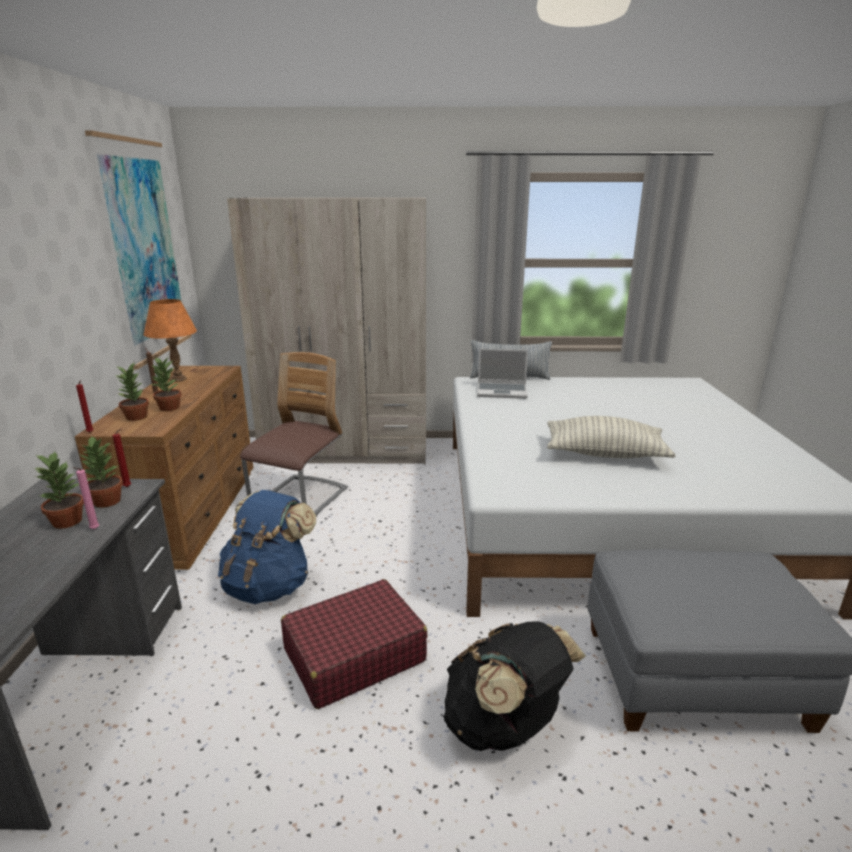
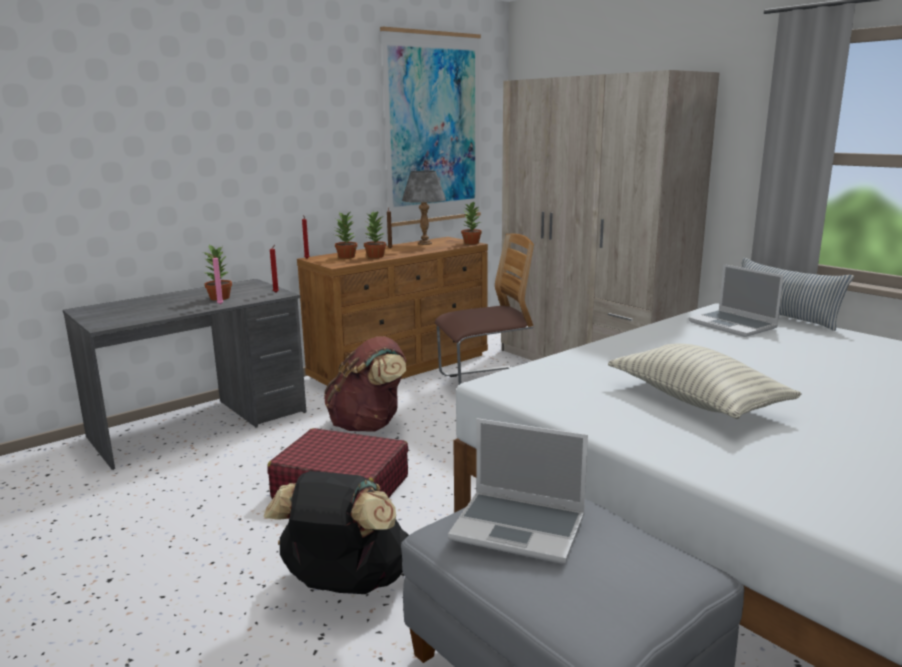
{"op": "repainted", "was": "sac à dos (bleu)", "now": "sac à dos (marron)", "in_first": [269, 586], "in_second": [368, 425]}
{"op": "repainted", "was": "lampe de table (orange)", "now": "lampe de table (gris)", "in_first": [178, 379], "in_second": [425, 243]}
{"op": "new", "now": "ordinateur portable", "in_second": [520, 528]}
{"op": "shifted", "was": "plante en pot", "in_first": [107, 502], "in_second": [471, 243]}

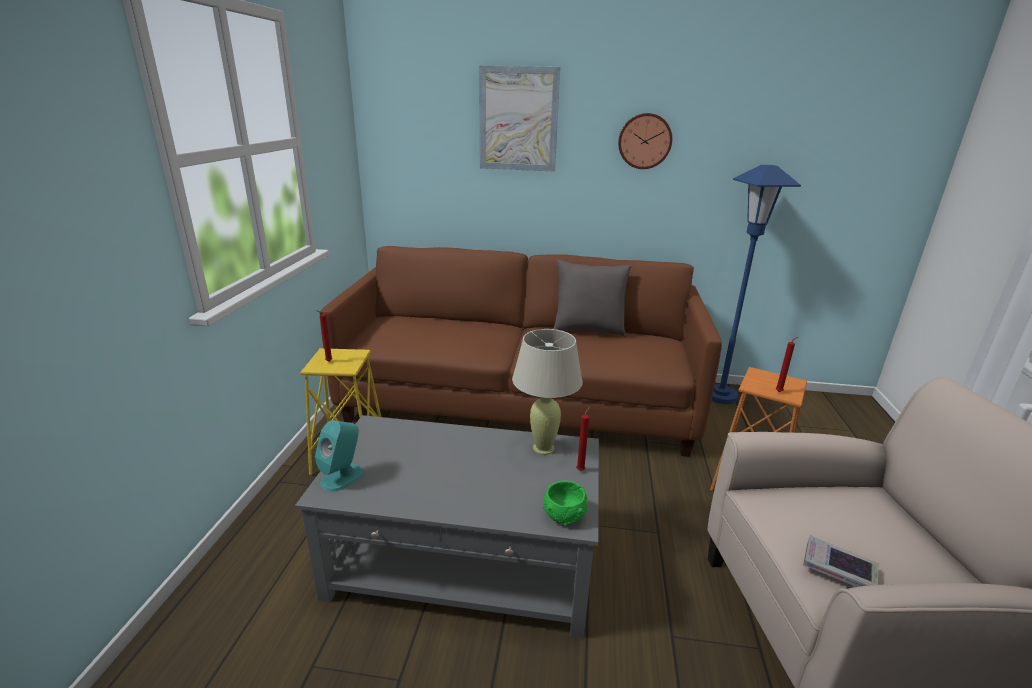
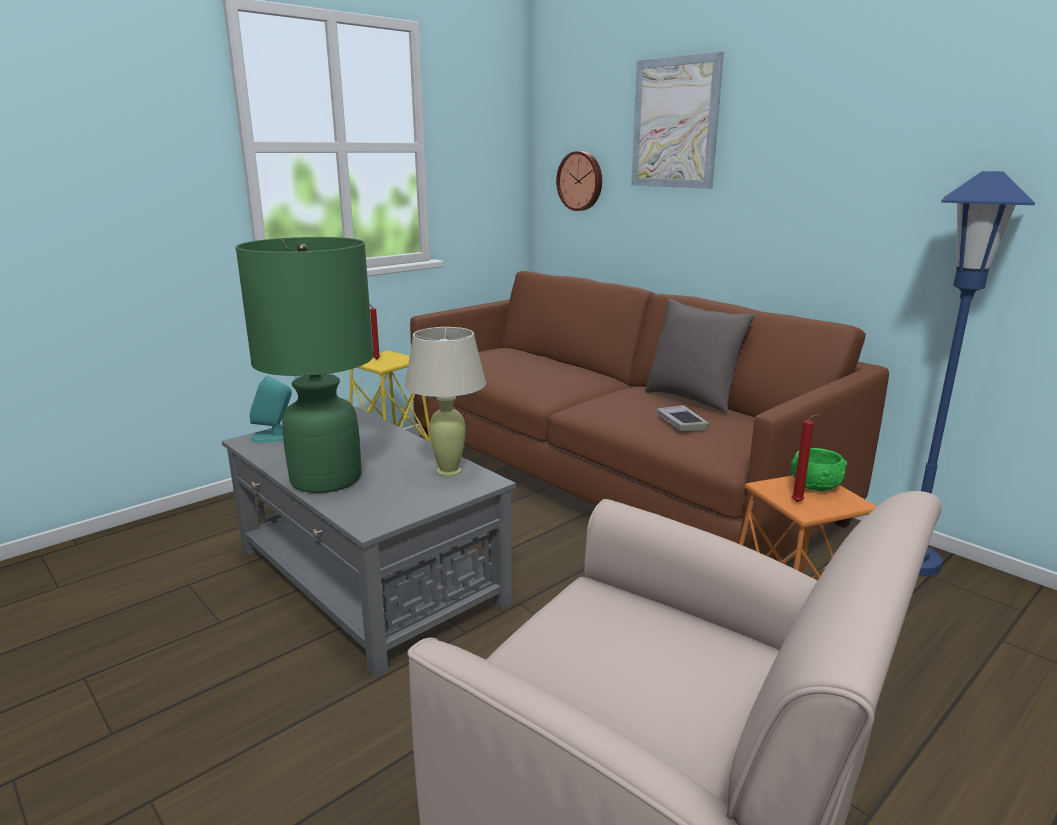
{"op": "new", "now": "lampe de table (vert)", "in_second": [326, 479]}
{"op": "shifted", "was": "horloge murale", "in_first": [644, 141], "in_second": [581, 181]}
{"op": "shifted", "was": "livre", "in_first": [838, 569], "in_second": [681, 423]}
{"op": "shifted", "was": "bol (vert)", "in_first": [564, 515], "in_second": [815, 485]}
{"op": "gone", "was": "bougie (rouge)", "in_first": [581, 470]}

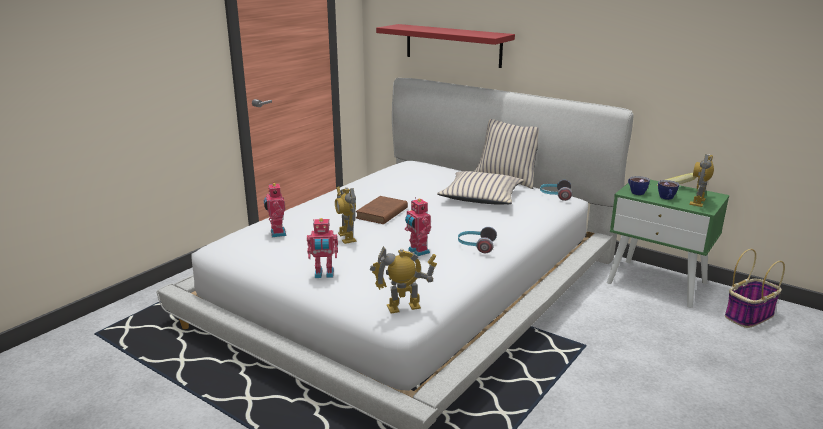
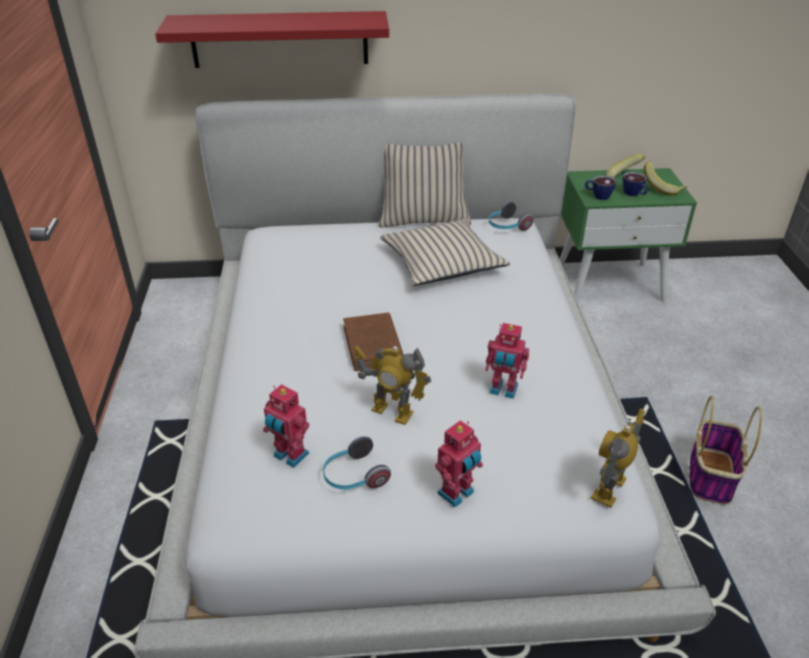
{"op": "shifted", "was": "casque audio", "in_first": [476, 246], "in_second": [354, 476]}
{"op": "swapped", "was": "robot jouet", "now": "banane", "in_first": [698, 202], "in_second": [662, 188]}
{"op": "shifted", "was": "panier", "in_first": [749, 315], "in_second": [710, 475]}

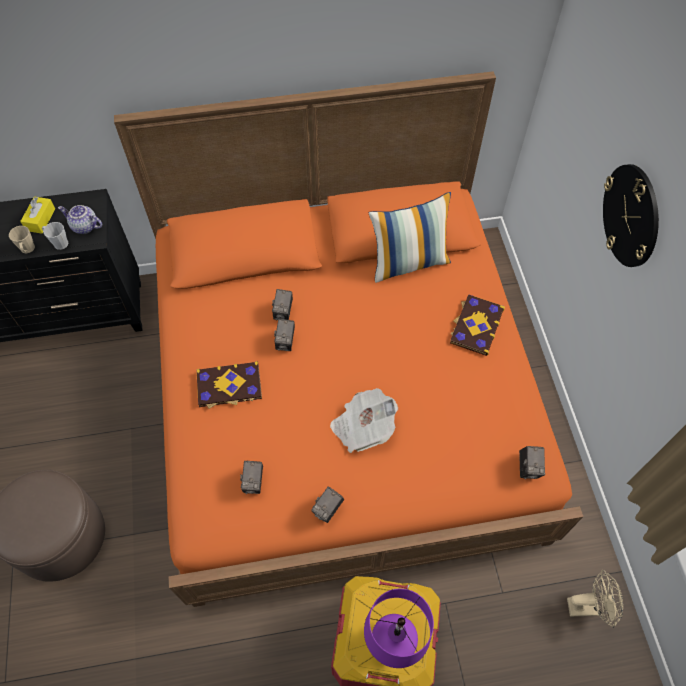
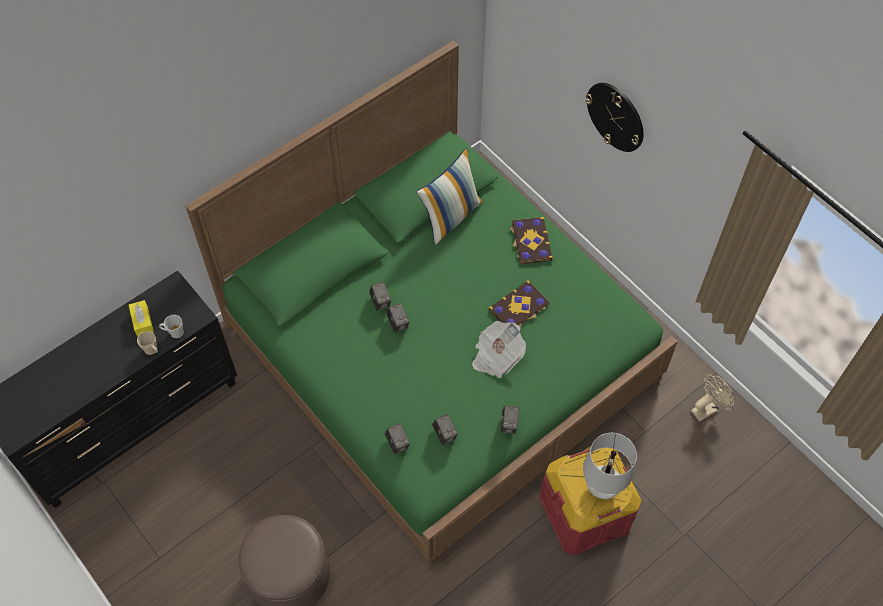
{"op": "repainted", "was": "lit (orange)", "now": "lit (vert)", "in_first": [342, 394], "in_second": [440, 350]}
{"op": "shifted", "was": "appareil photo", "in_first": [528, 467], "in_second": [397, 443]}
{"op": "shifted", "was": "livre", "in_first": [229, 386], "in_second": [519, 308]}
{"op": "repainted", "was": "lampe de table (violet)", "now": "lampe de table (blanc)", "in_first": [393, 640], "in_second": [602, 487]}
{"op": "gone", "was": "théière", "in_first": [84, 227]}

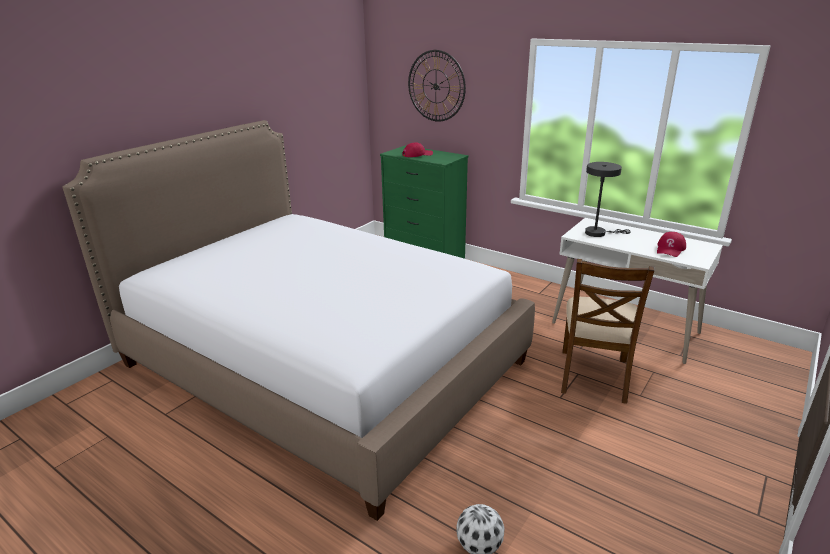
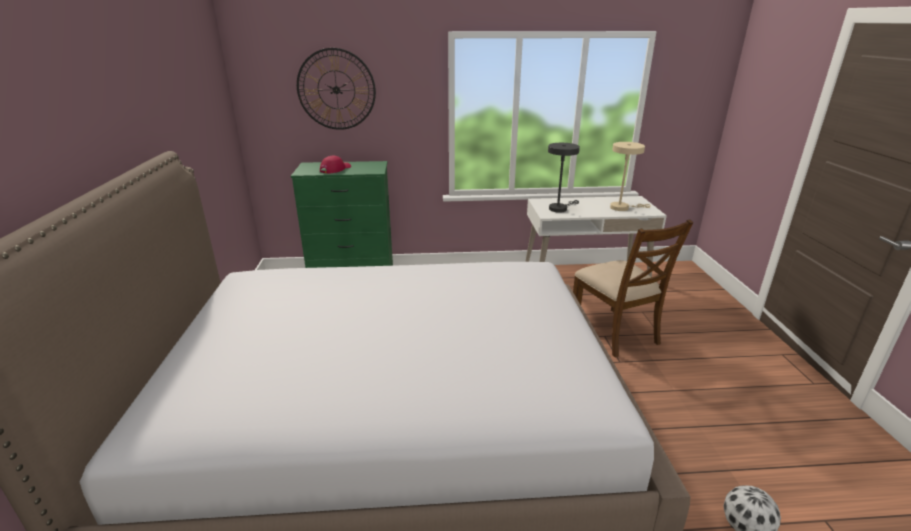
{"op": "swapped", "was": "casquette (rouge)", "now": "lampe de table (beige)", "in_first": [670, 249], "in_second": [622, 207]}

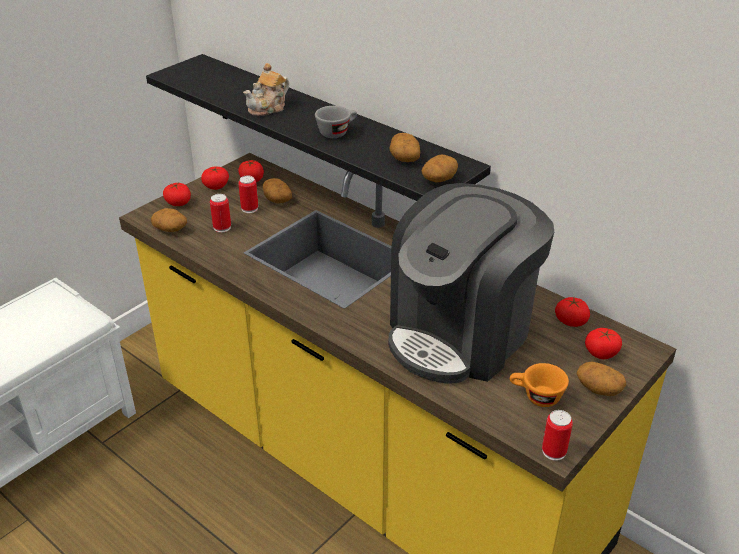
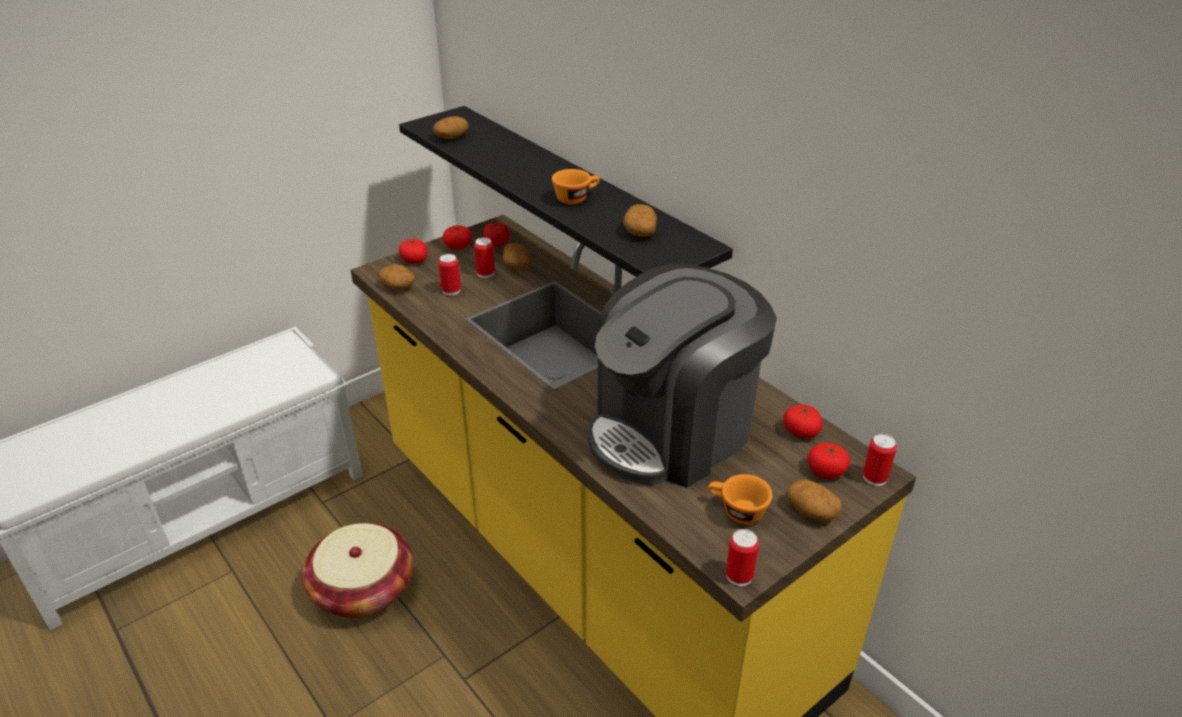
{"op": "new", "now": "panier", "in_second": [363, 589]}
{"op": "shifted", "was": "pomme de terre", "in_first": [439, 179], "in_second": [452, 137]}
{"op": "repainted", "was": "tasse (gris)", "now": "tasse (orange)", "in_first": [337, 132], "in_second": [576, 198]}
{"op": "new", "now": "boîte métallique", "in_second": [875, 477]}
{"op": "gone", "was": "théière", "in_first": [268, 108]}

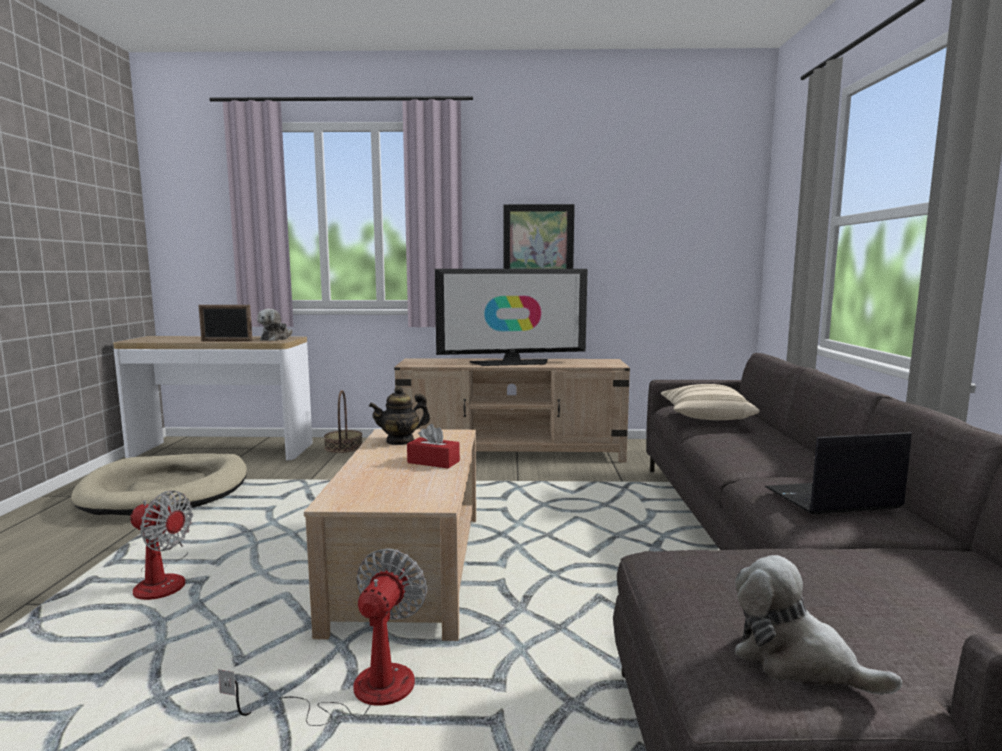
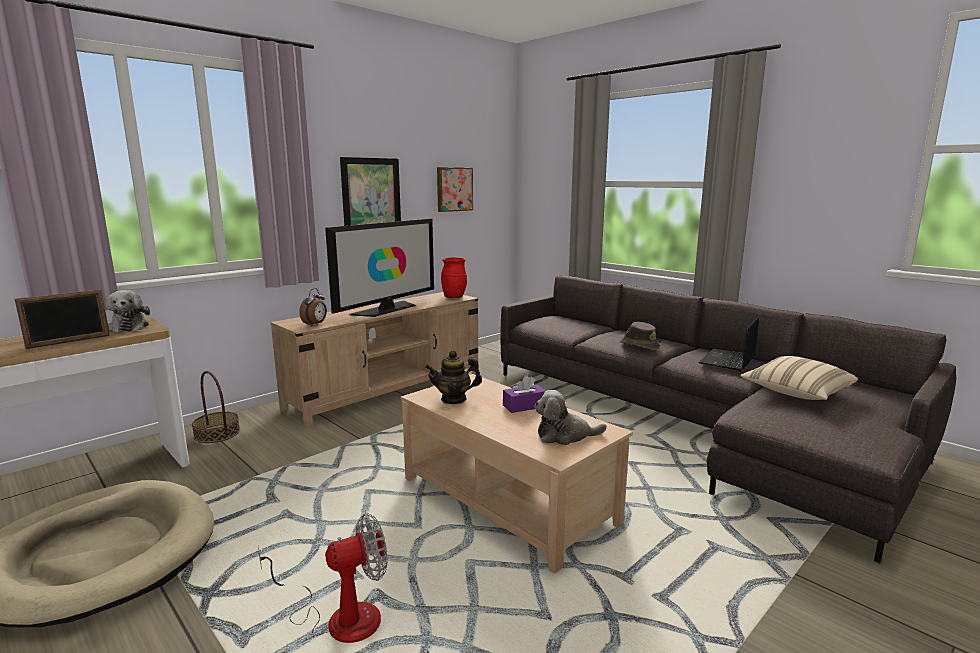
{"op": "new", "now": "réveil", "in_second": [315, 324]}
{"op": "rotated", "was": "théière", "in_first": [400, 441], "in_second": [454, 399], "clockwise": 60}
{"op": "new", "now": "tableau", "in_second": [453, 189]}
{"op": "new", "now": "vase (rouge)", "in_second": [454, 297]}
{"op": "repainted", "was": "boîte à mouchoirs (rouge)", "now": "boîte à mouchoirs (violet)", "in_first": [433, 462], "in_second": [524, 406]}
{"op": "shifted", "was": "peluche", "in_first": [797, 661], "in_second": [565, 435]}
{"op": "new", "now": "chapeau (marron)", "in_second": [639, 345]}
{"op": "shifted", "was": "coussin (beige)", "in_first": [705, 418], "in_second": [796, 393]}
{"op": "gone", "was": "ventilateur", "in_first": [360, 693]}

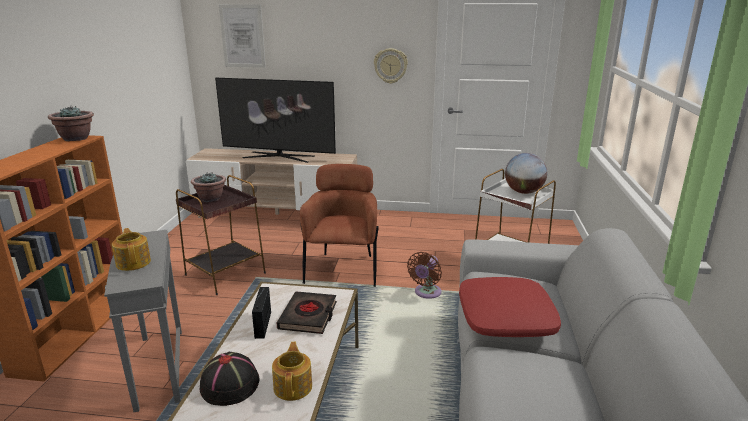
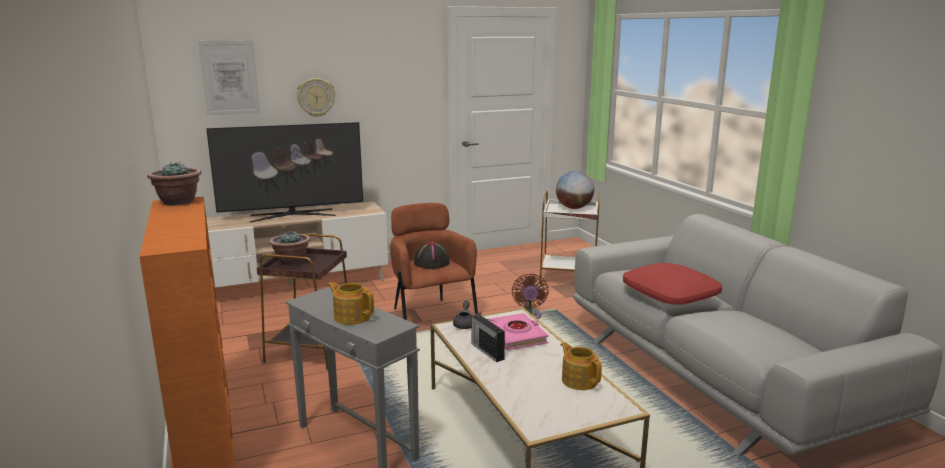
{"op": "shifted", "was": "horloge murale", "in_first": [390, 66], "in_second": [316, 97]}
{"op": "shifted", "was": "chapeau (noir)", "in_first": [230, 384], "in_second": [431, 262]}
{"op": "new", "now": "théière (gris)", "in_second": [465, 324]}
{"op": "repainted", "was": "livre (noir)", "now": "livre (rose)", "in_first": [308, 316], "in_second": [516, 336]}

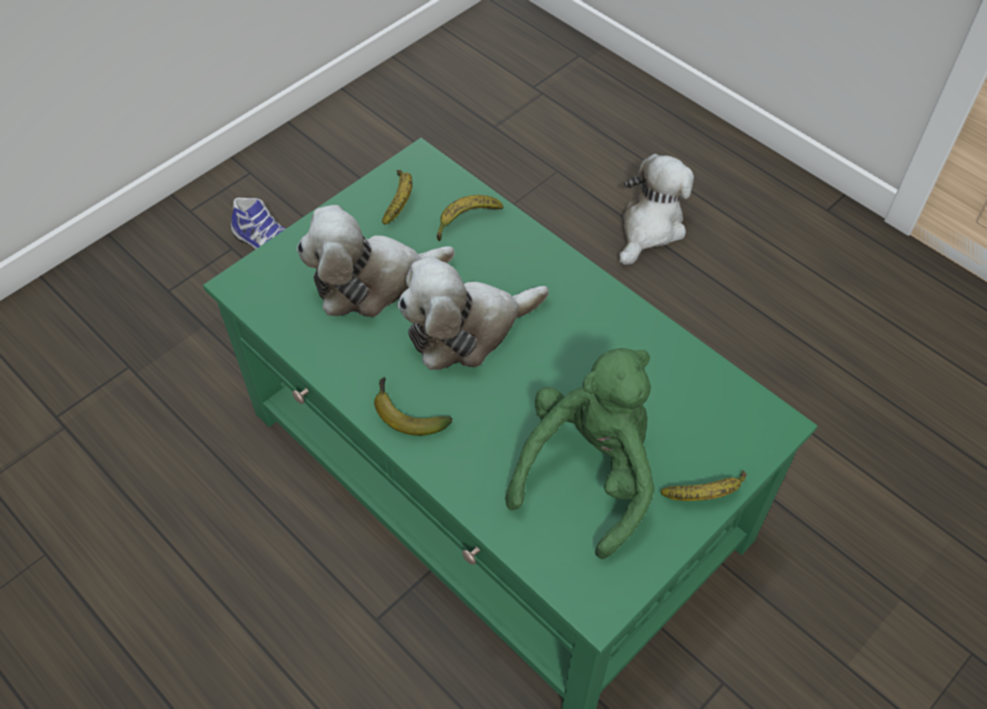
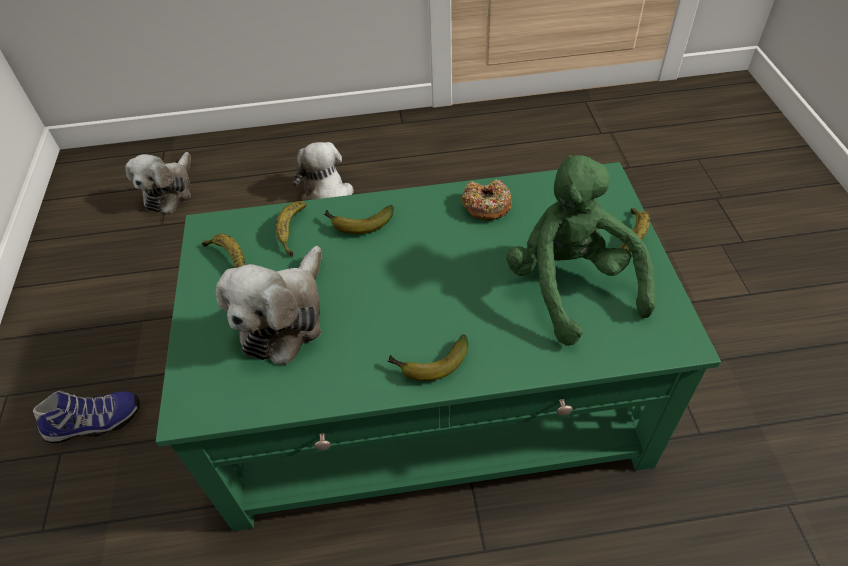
{"op": "shifted", "was": "peluche", "in_first": [467, 329], "in_second": [169, 191]}
{"op": "new", "now": "banane", "in_second": [358, 224]}
{"op": "new", "now": "beignet", "in_second": [486, 206]}

